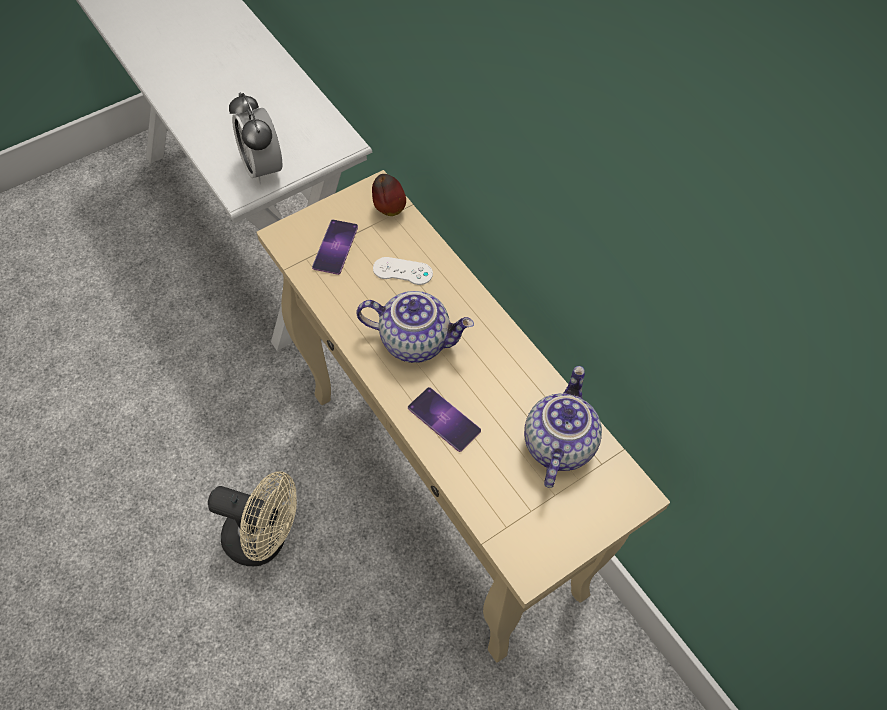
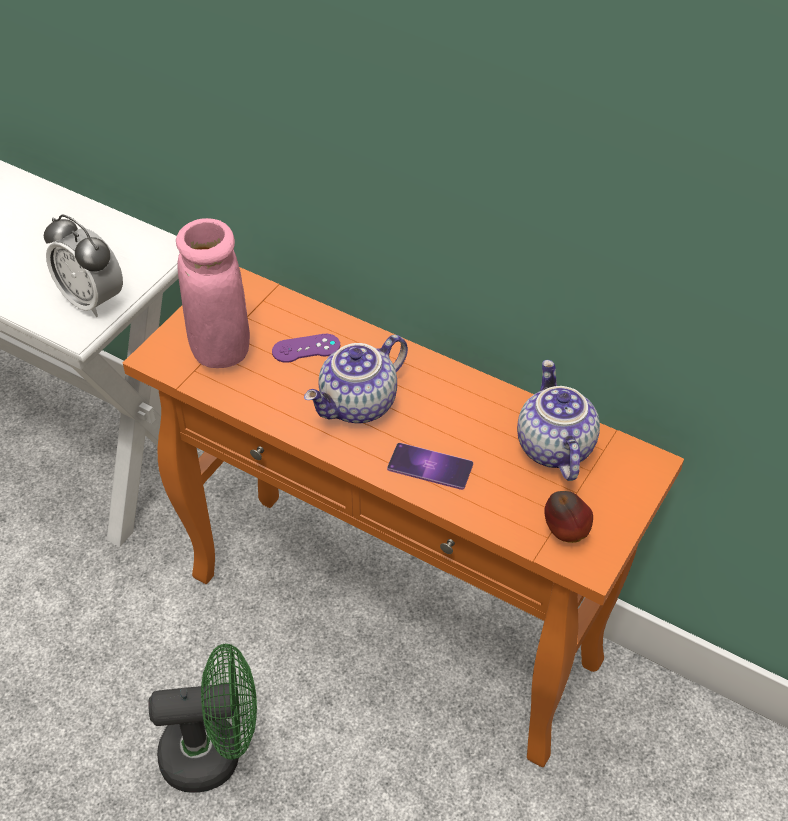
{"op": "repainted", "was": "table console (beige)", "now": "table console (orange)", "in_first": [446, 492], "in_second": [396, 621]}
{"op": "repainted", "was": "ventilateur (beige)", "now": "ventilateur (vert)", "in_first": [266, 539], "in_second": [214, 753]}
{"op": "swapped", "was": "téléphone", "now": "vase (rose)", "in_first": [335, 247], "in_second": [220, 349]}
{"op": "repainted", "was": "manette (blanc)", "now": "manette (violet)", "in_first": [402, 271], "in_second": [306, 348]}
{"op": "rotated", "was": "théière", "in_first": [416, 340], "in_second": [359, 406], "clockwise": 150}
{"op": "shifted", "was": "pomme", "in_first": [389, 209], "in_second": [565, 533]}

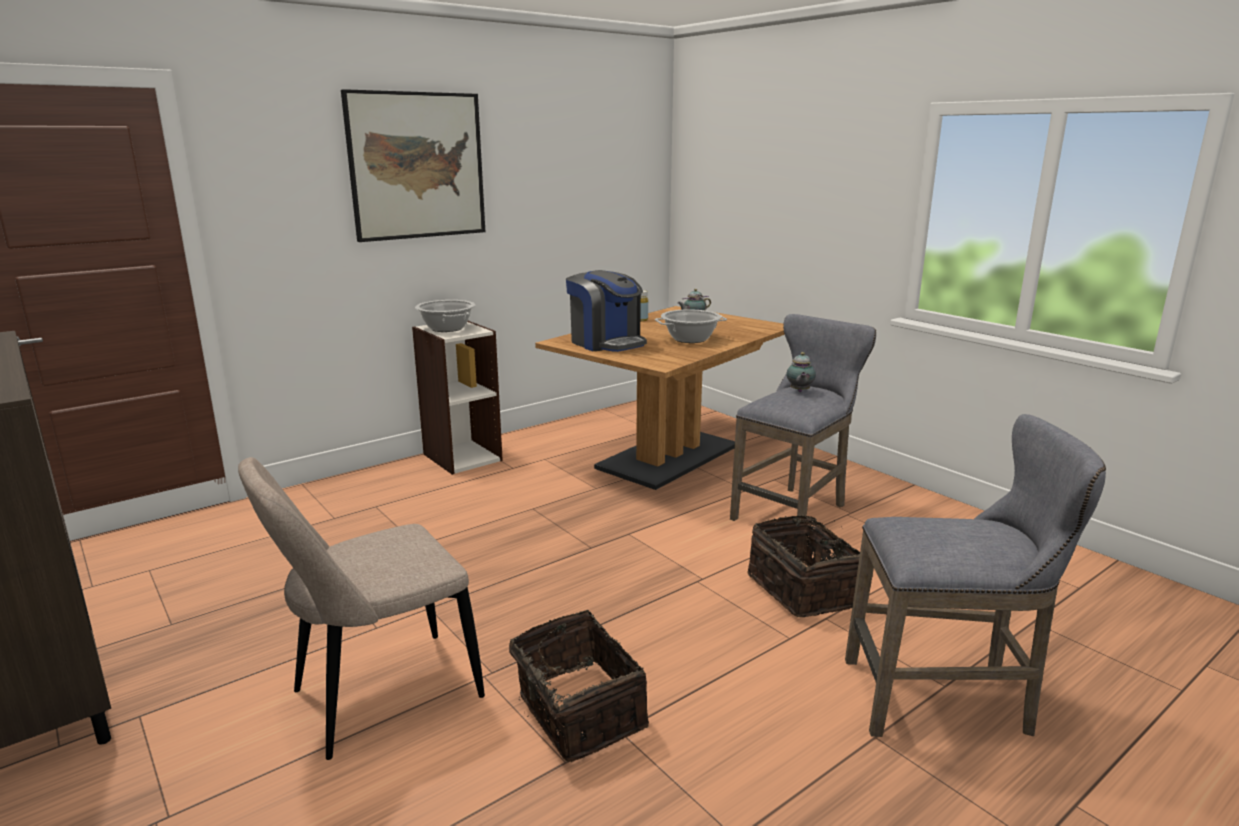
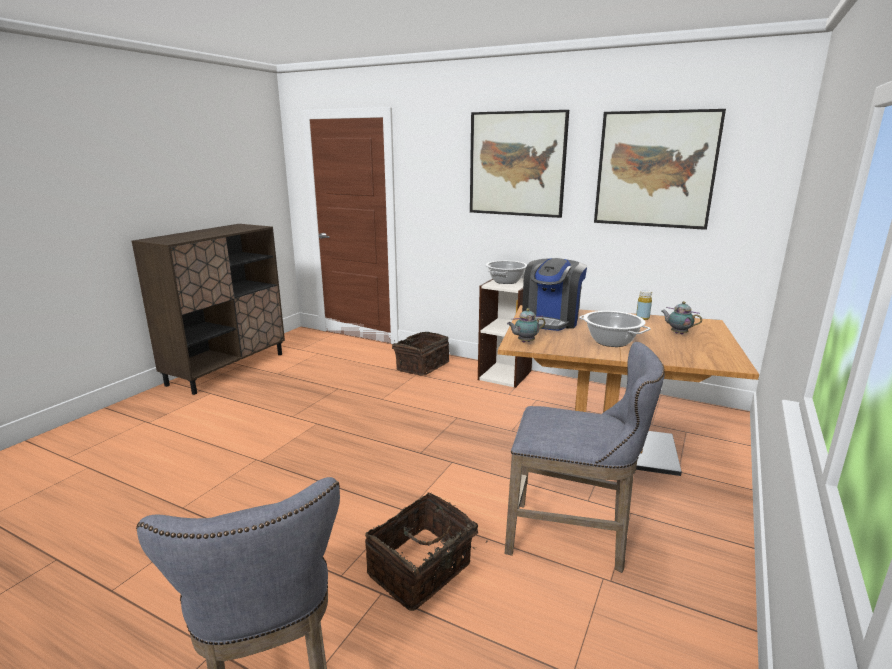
{"op": "shifted", "was": "panier", "in_first": [577, 713], "in_second": [421, 366]}
{"op": "shifted", "was": "théière", "in_first": [799, 391], "in_second": [524, 342]}
{"op": "new", "now": "tableau", "in_second": [655, 169]}
{"op": "gone", "was": "chaise (beige)", "in_first": [378, 697]}

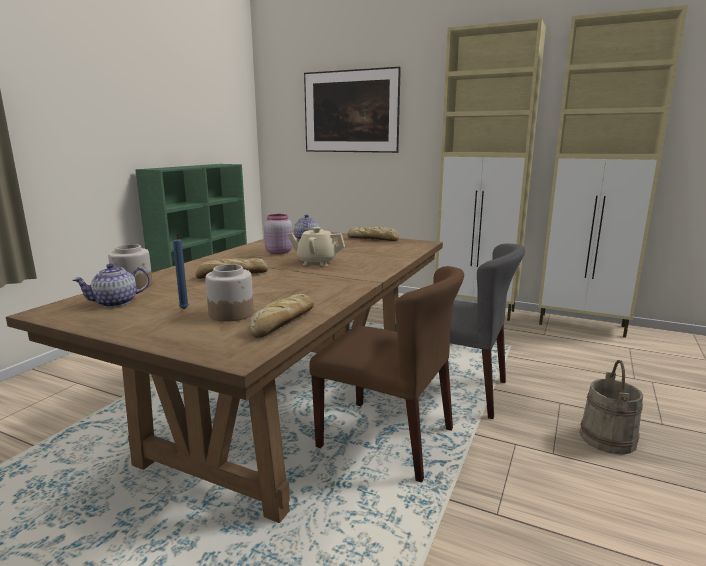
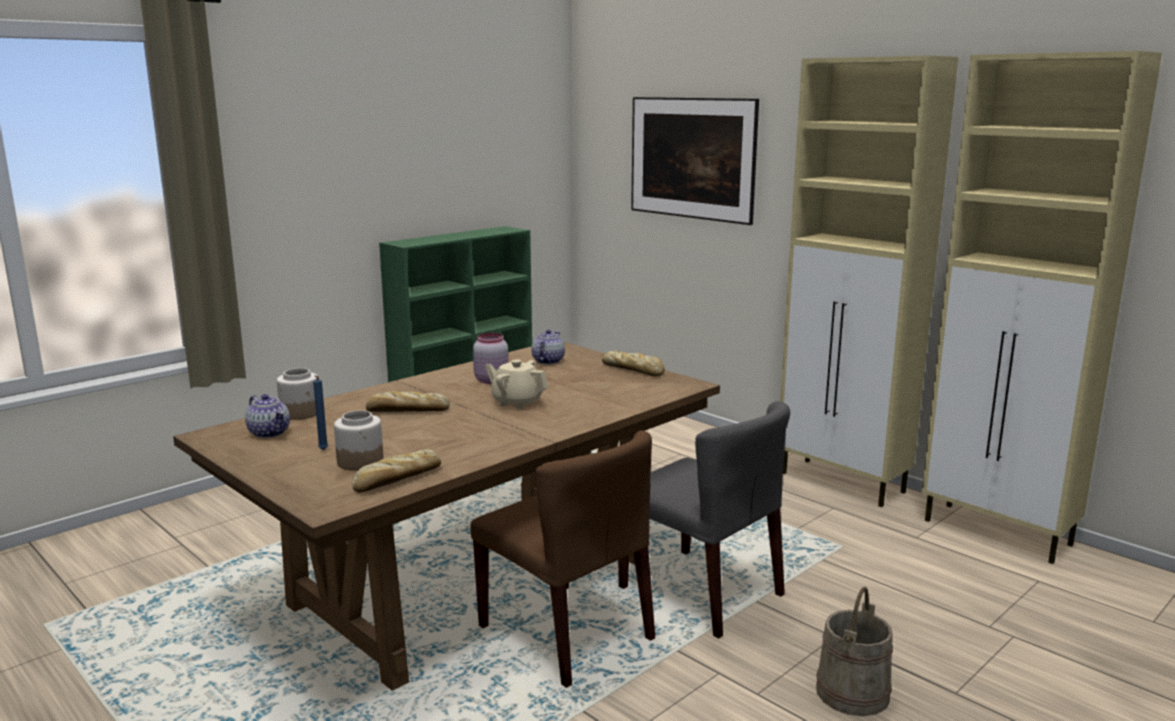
{"op": "rotated", "was": "théière", "in_first": [115, 303], "in_second": [270, 433], "clockwise": -120}

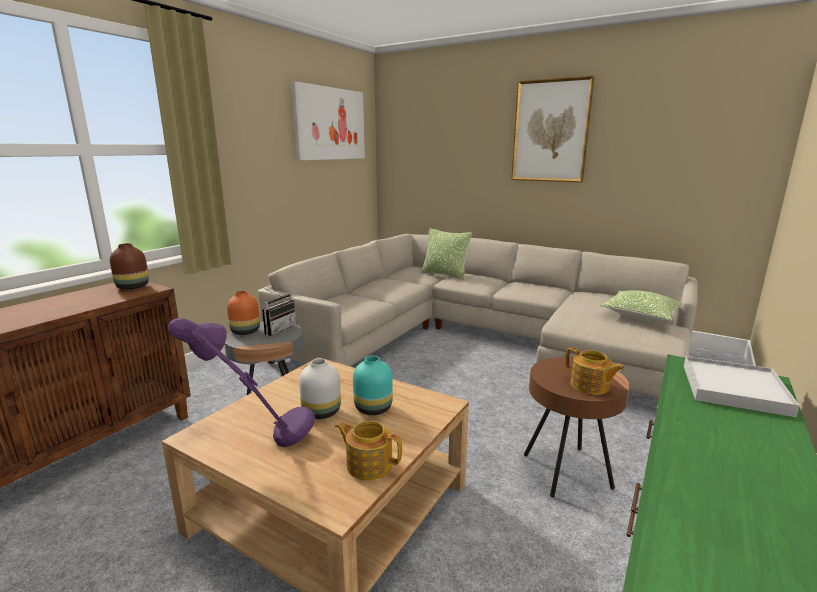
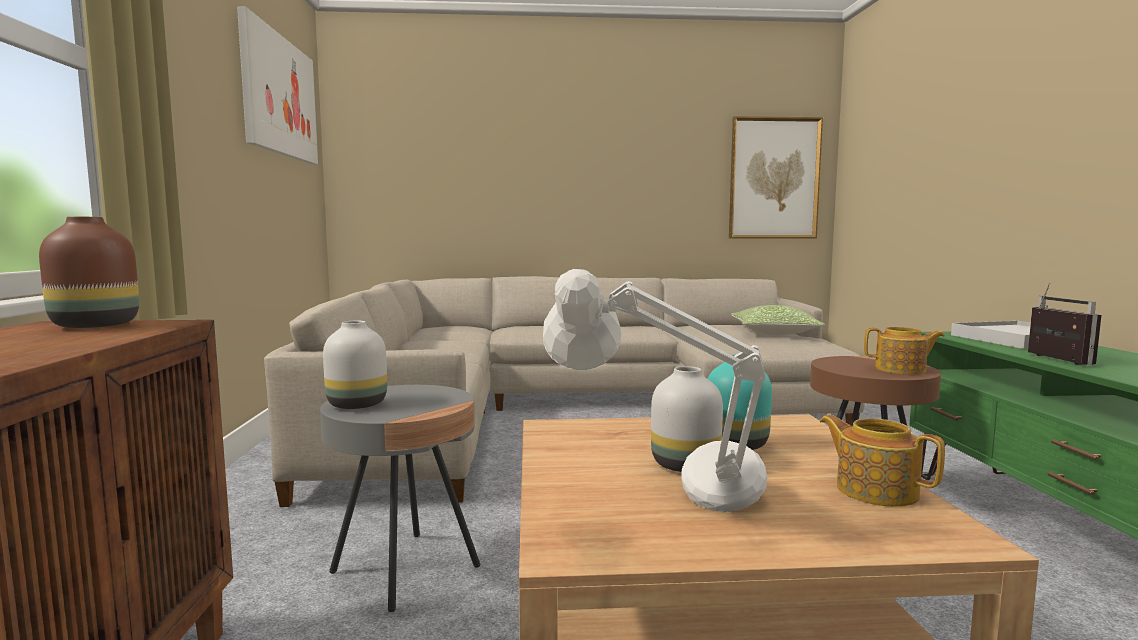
{"op": "repainted", "was": "vase (orange)", "now": "vase (blanc)", "in_first": [246, 331], "in_second": [358, 404]}
{"op": "repainted", "was": "lampe de table (violet)", "now": "lampe de table (blanc)", "in_first": [252, 438], "in_second": [668, 518]}
{"op": "shifted", "was": "tableau", "in_first": [550, 131], "in_second": [774, 178]}
{"op": "rotated", "was": "théière", "in_first": [368, 464], "in_second": [875, 490], "clockwise": 60}
{"op": "shifted", "was": "radio", "in_first": [278, 329], "in_second": [1051, 359]}
{"op": "gone", "was": "coussin", "in_first": [445, 274]}

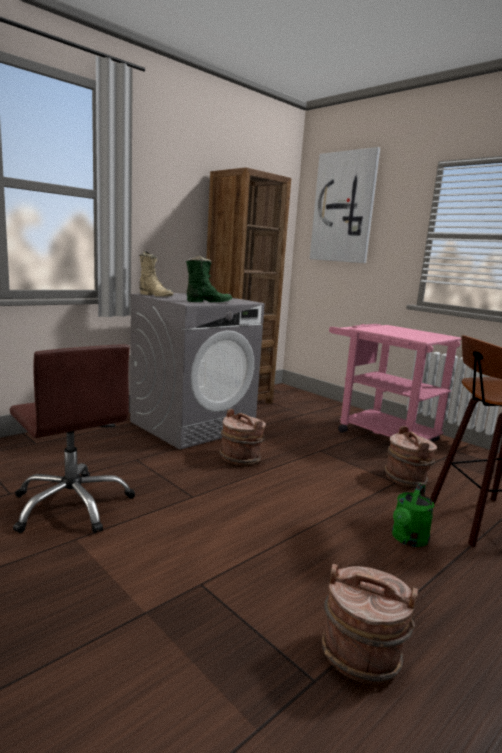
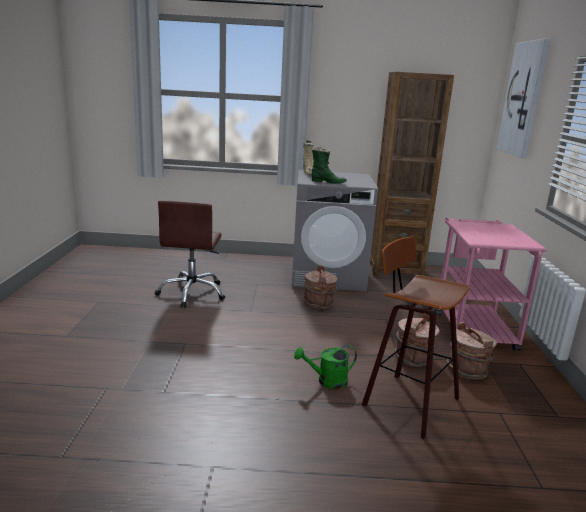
{"op": "shifted", "was": "seau (marron)", "in_first": [361, 654], "in_second": [467, 370]}

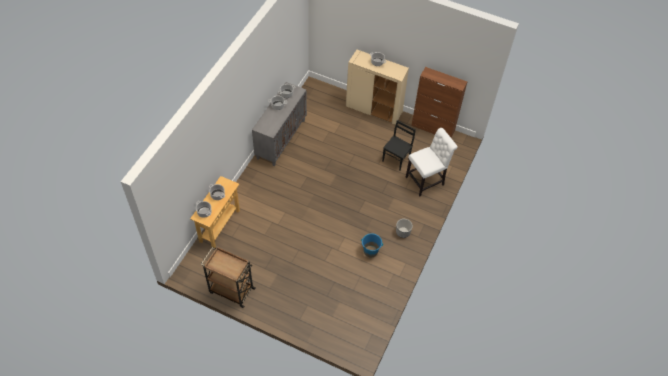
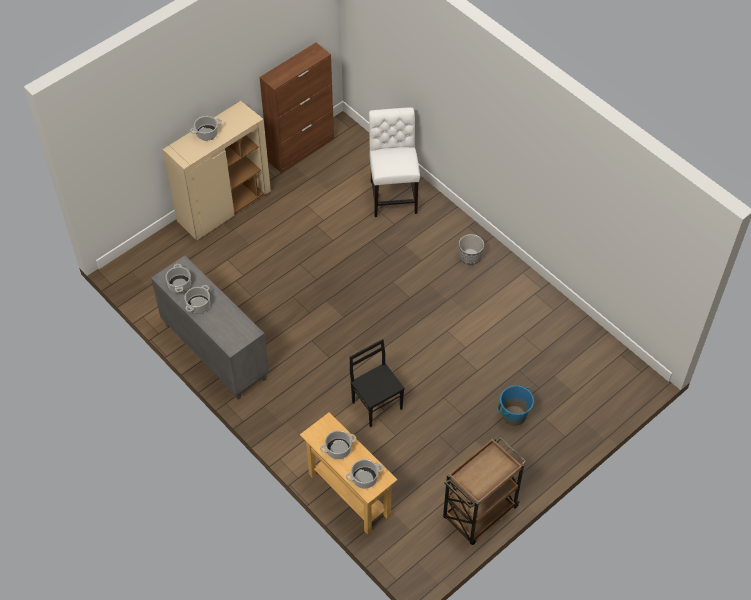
{"op": "shifted", "was": "chaise (noir)", "in_first": [396, 160], "in_second": [377, 404]}
{"op": "shifted", "was": "seau (bleu)", "in_first": [370, 251], "in_second": [514, 415]}

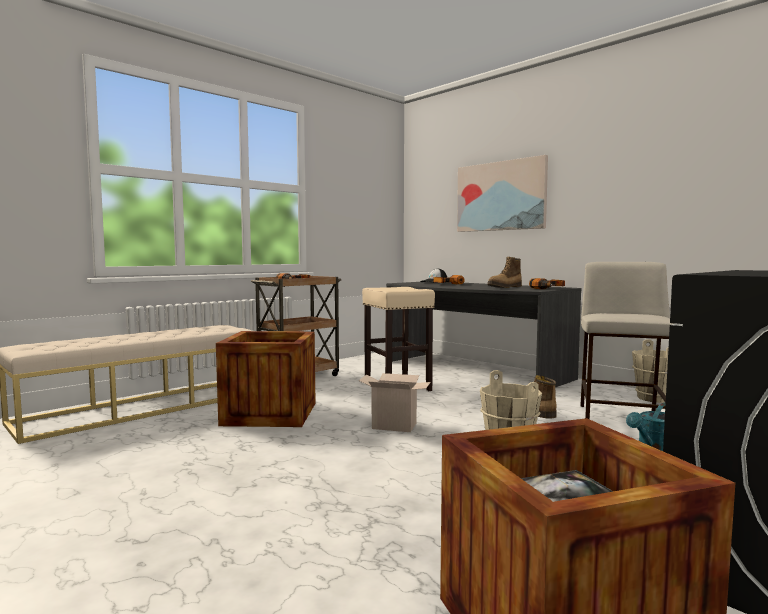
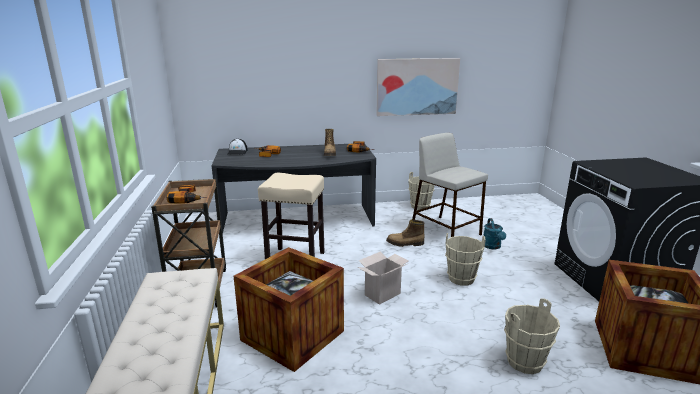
{"op": "shifted", "was": "tableau", "in_first": [500, 196], "in_second": [417, 87]}
{"op": "new", "now": "seau (beige)", "in_second": [525, 362]}

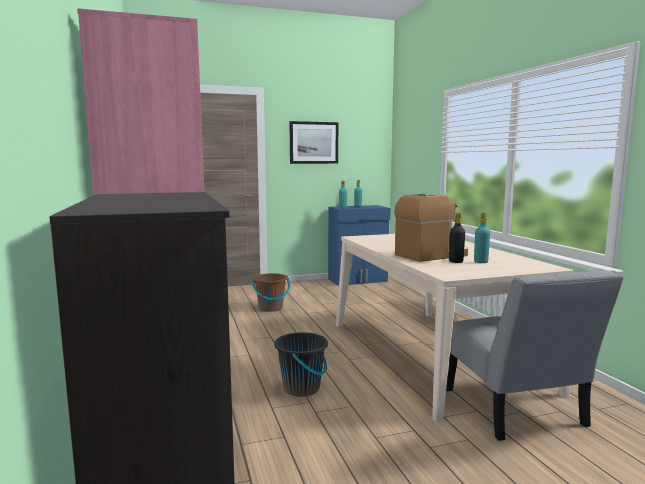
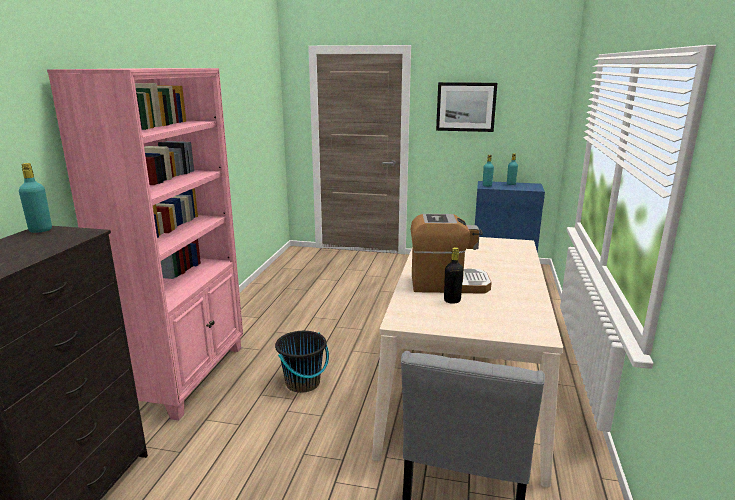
{"op": "shifted", "was": "bouteille (turquoise)", "in_first": [480, 262], "in_second": [40, 230]}
{"op": "gone", "was": "seau (marron)", "in_first": [270, 308]}

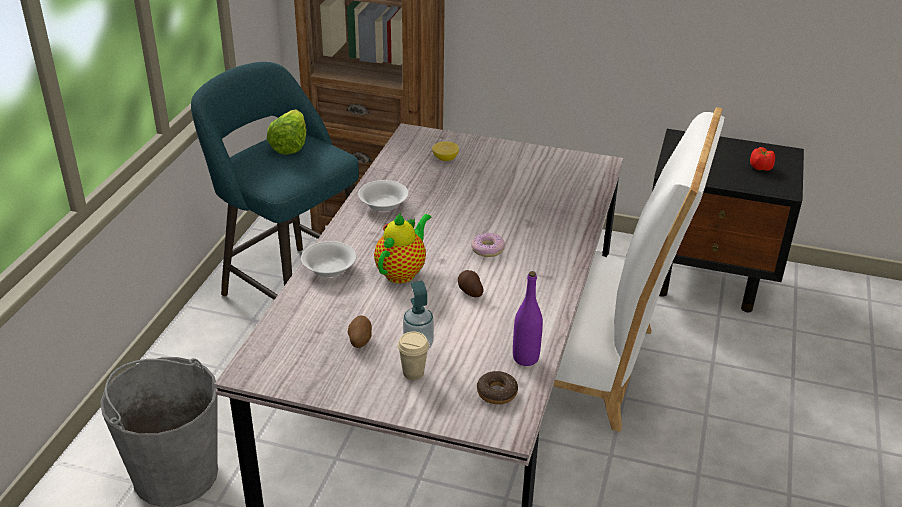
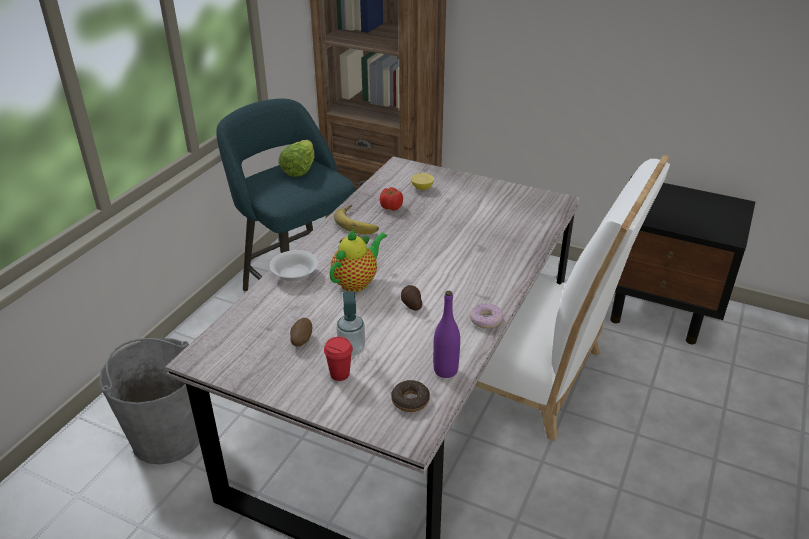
{"op": "repainted", "was": "tasse (beige)", "now": "tasse (rouge)", "in_first": [413, 373], "in_second": [340, 374]}
{"op": "swapped", "was": "bol (blanc)", "now": "banane", "in_first": [384, 204], "in_second": [358, 223]}
{"op": "shifted", "was": "tomate", "in_first": [761, 167], "in_second": [391, 207]}
{"op": "shifted", "was": "beignet", "in_first": [488, 249], "in_second": [486, 320]}

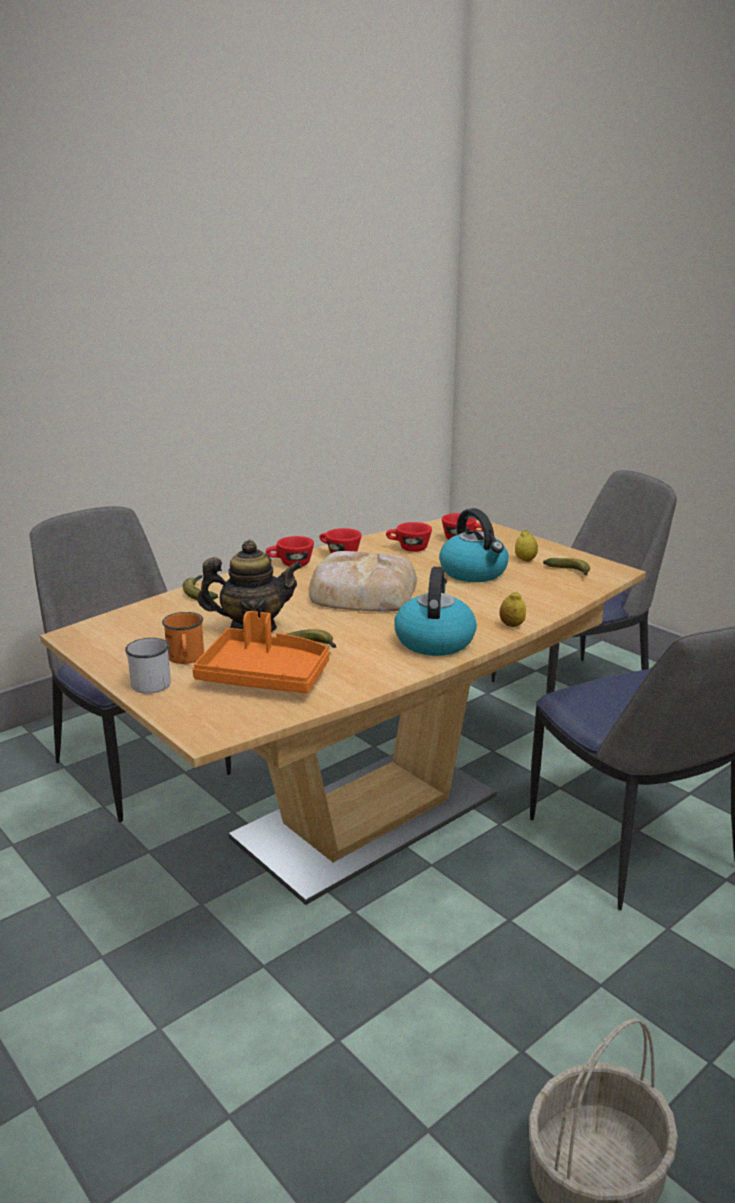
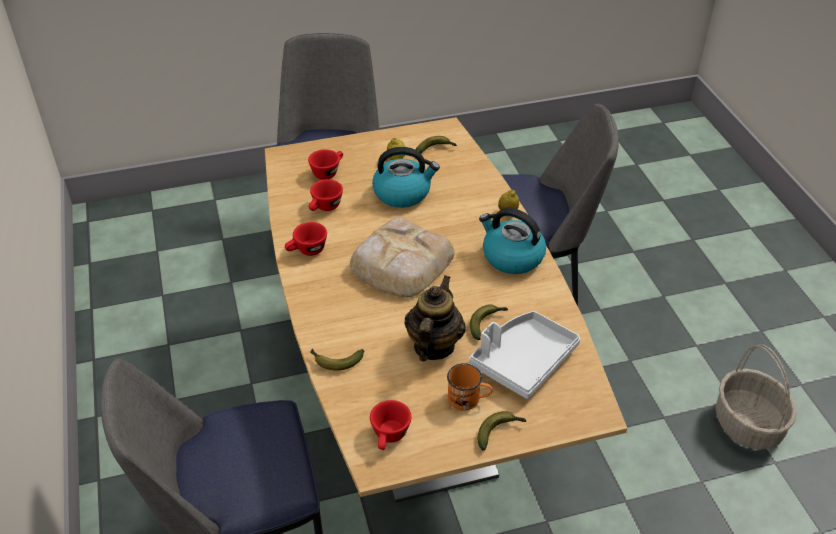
{"op": "shifted", "was": "tasse (rouge)", "in_first": [290, 564], "in_second": [389, 437]}
{"op": "repainted", "was": "plateau (orange)", "now": "plateau (gris)", "in_first": [265, 676], "in_second": [523, 361]}
{"op": "swapped", "was": "mug (blanc)", "now": "banane", "in_first": [146, 682], "in_second": [499, 432]}

